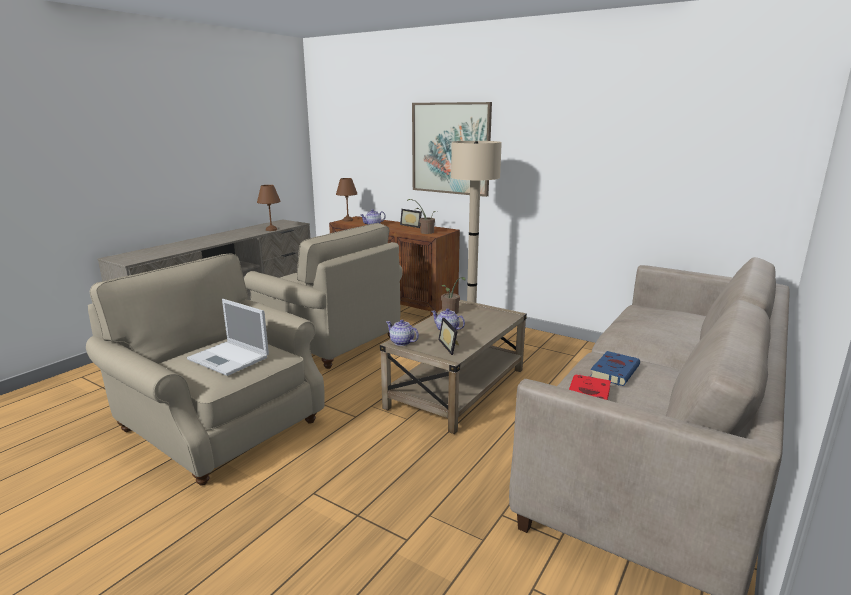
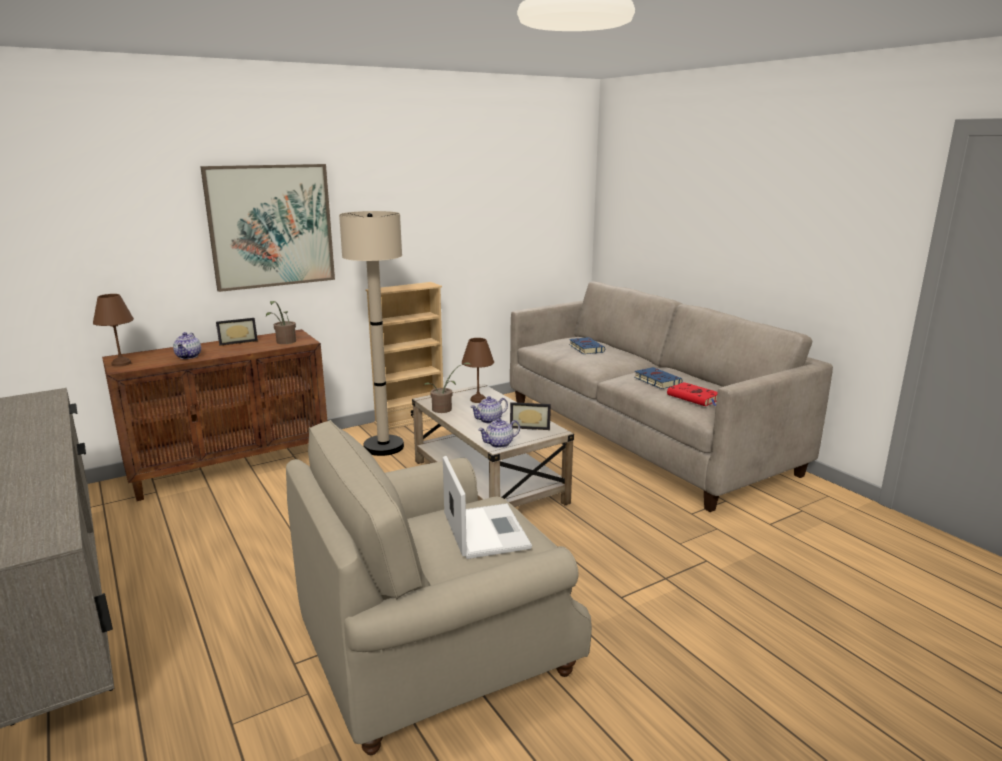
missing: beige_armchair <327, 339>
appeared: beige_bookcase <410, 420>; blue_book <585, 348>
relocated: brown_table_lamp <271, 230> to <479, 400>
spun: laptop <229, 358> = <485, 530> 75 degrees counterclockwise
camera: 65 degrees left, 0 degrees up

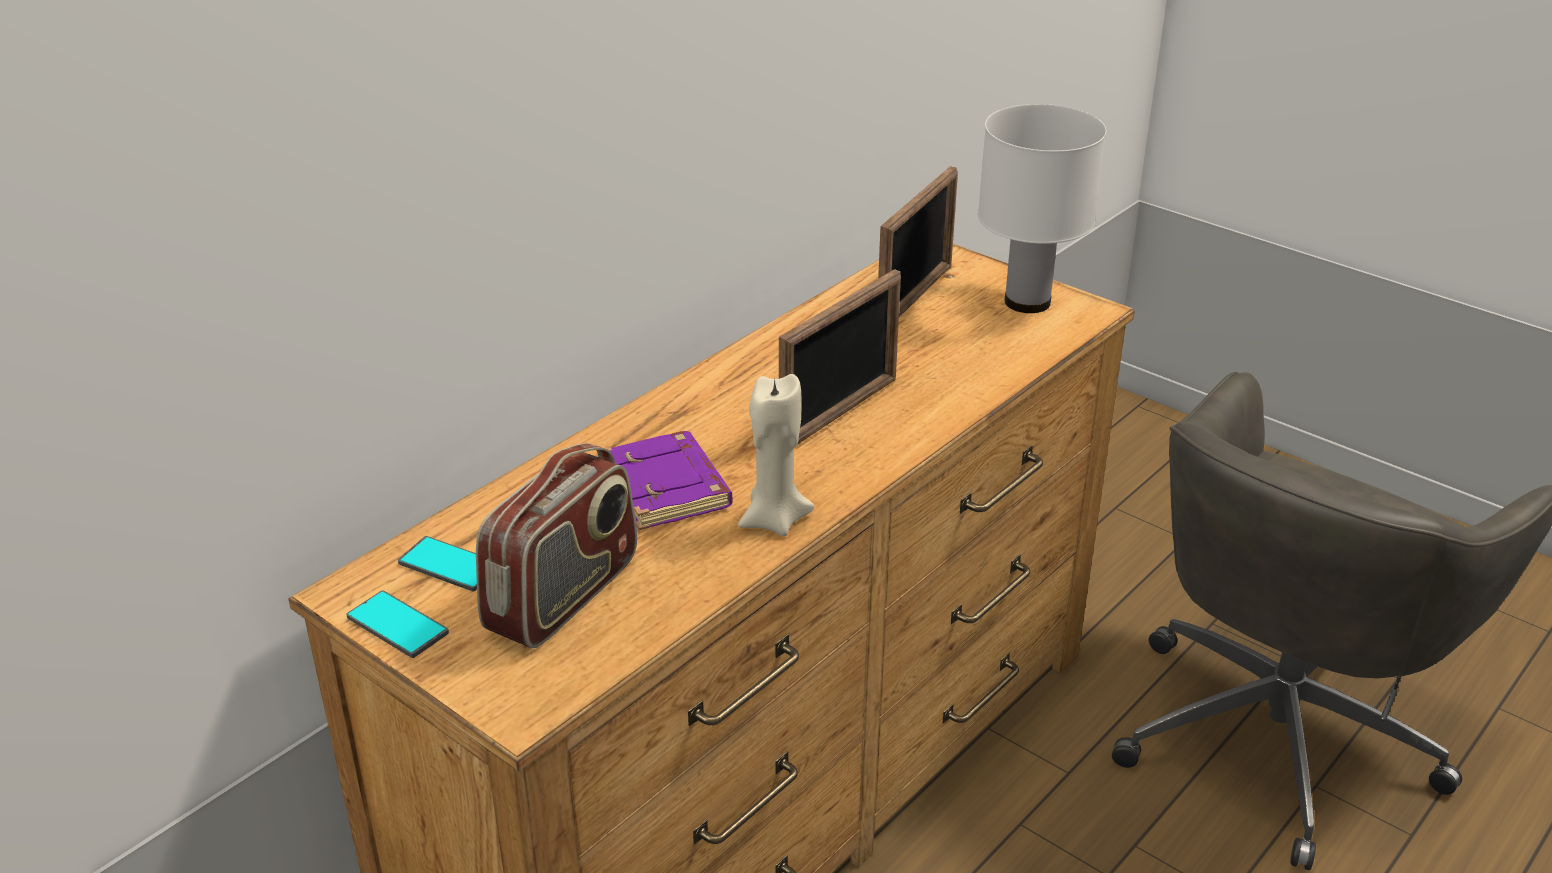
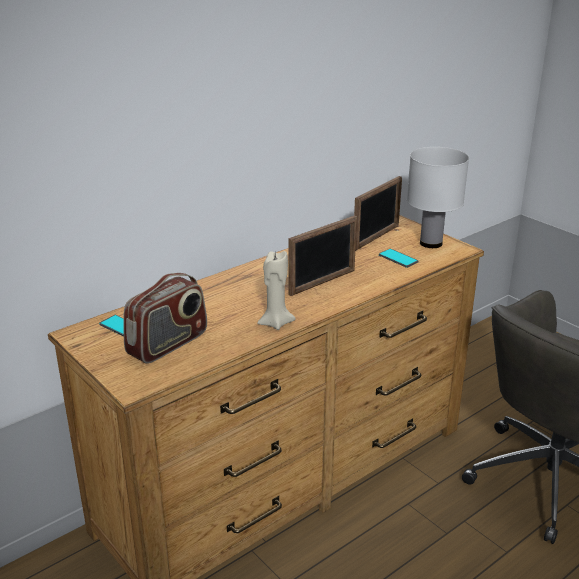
missing: purple_book <668, 489>
relocated: phone <398, 625> to <398, 258>
camera: 10 degrees right, 5 degrees down

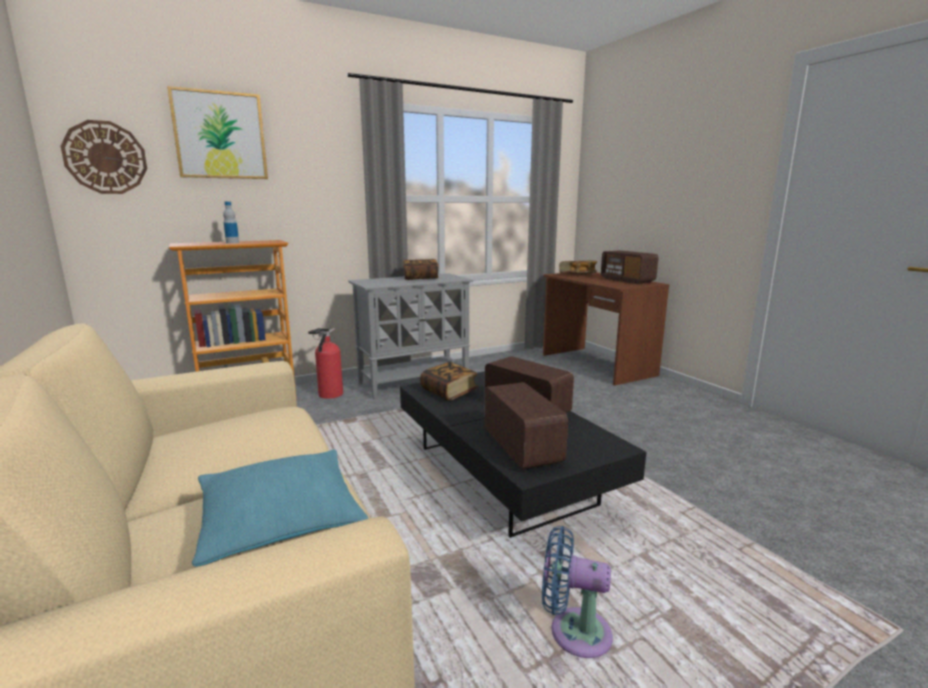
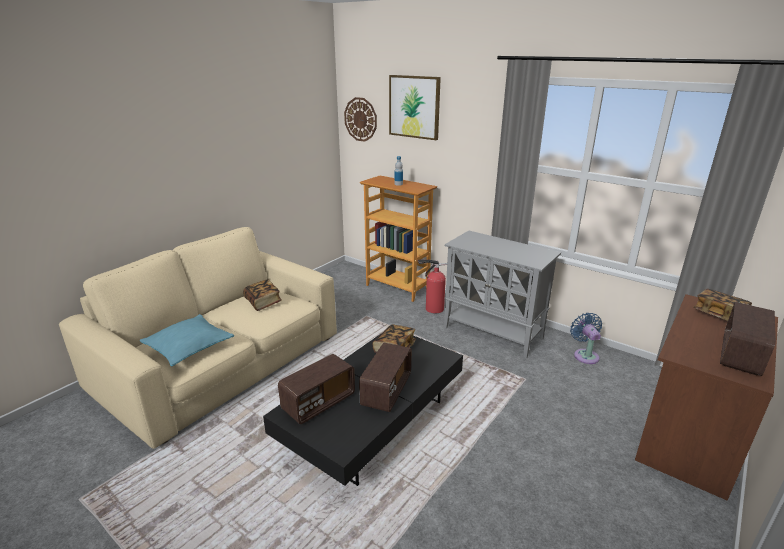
relocated: book <420, 278> to <263, 302>; blue_fan <573, 631> to <585, 355>
camera: 65 degrees right, 10 degrees up

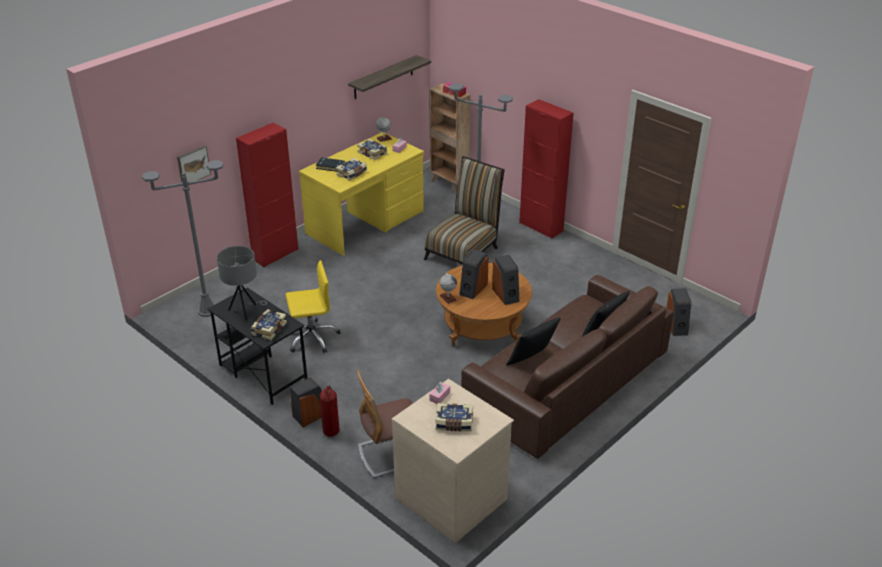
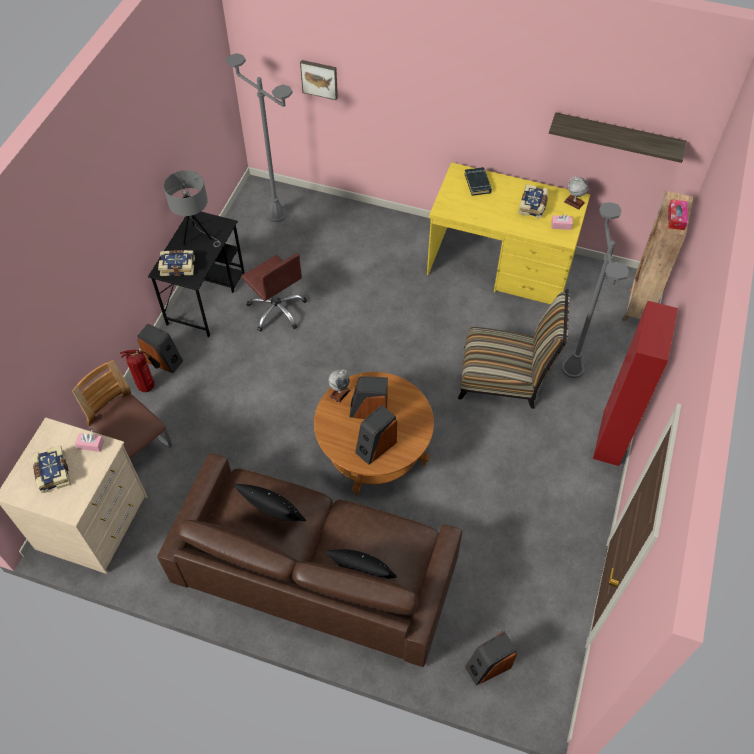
missing: red_cabinet <275, 254>; book <352, 174>
colour: yellow_office_chair <312, 337> to brown_office_chair <277, 310>
camera: 65 degrees right, 20 degrees up

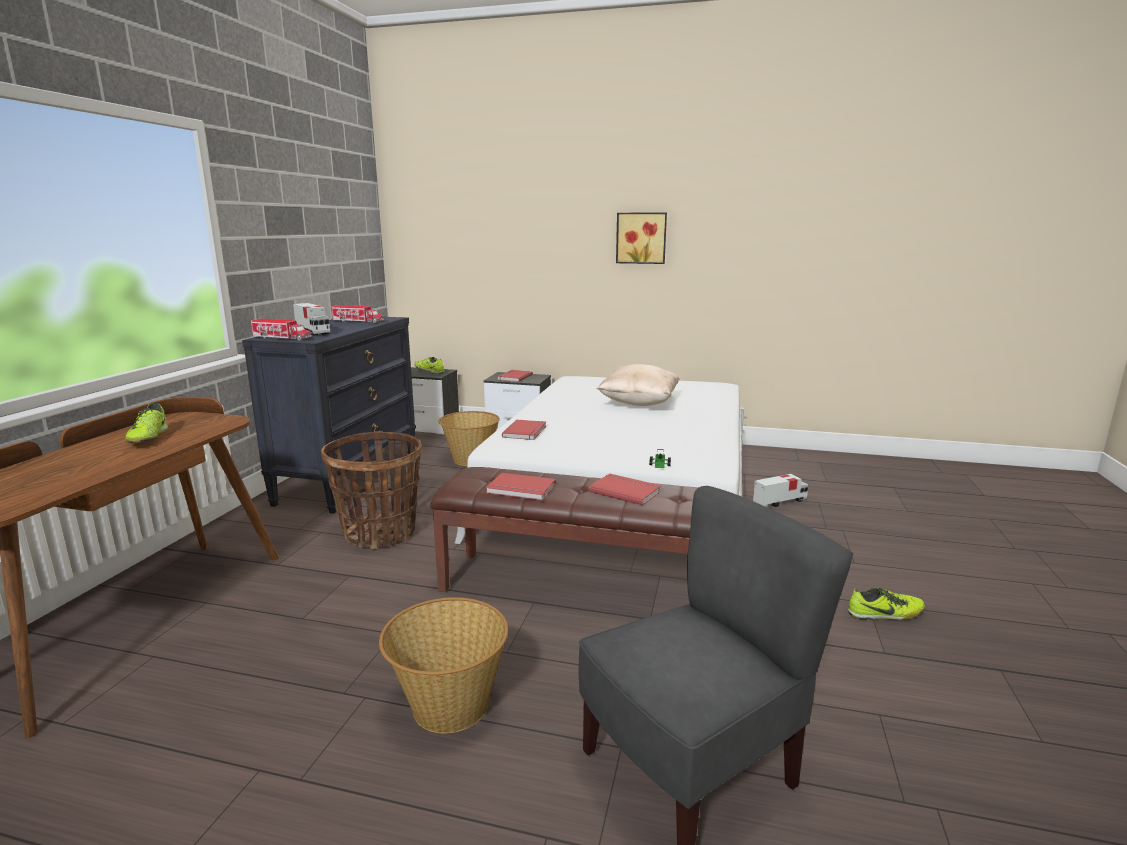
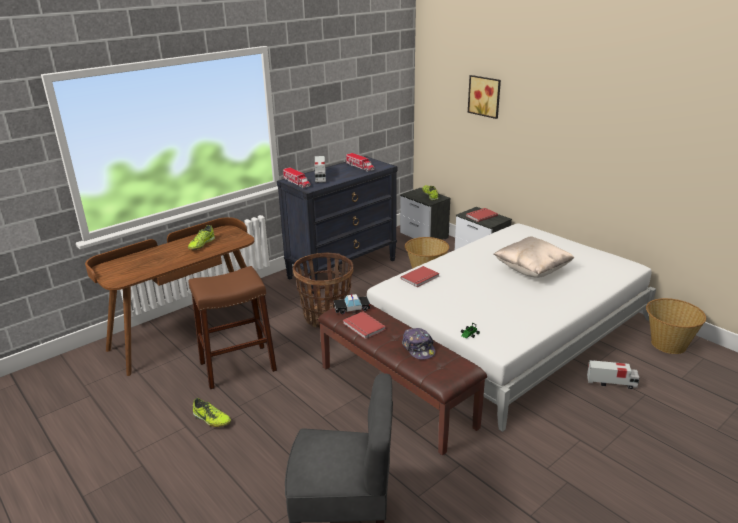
appeared: brown_stool <237, 366>; toy_car <351, 308>
relocated: basket <449, 706> to <667, 344>; picture <641, 238> to <485, 96>; shoe <885, 614> to <211, 419>
exchanged: red_book <625, 491> to cap <418, 348>
camera: 35 degrees right, 10 degrees up

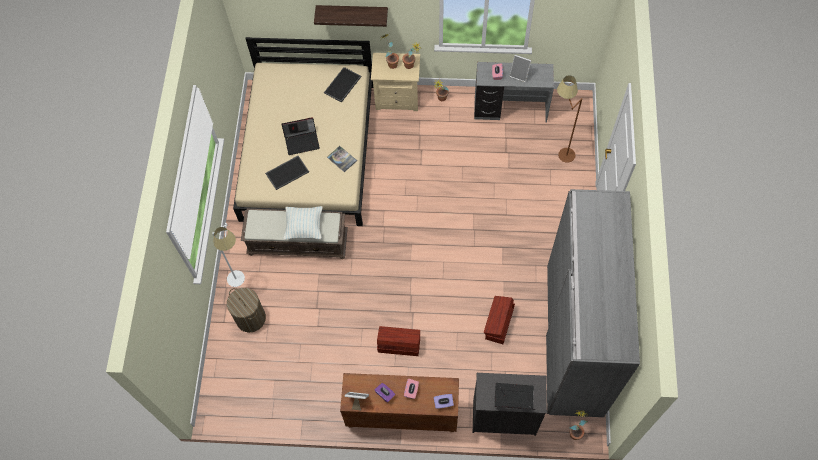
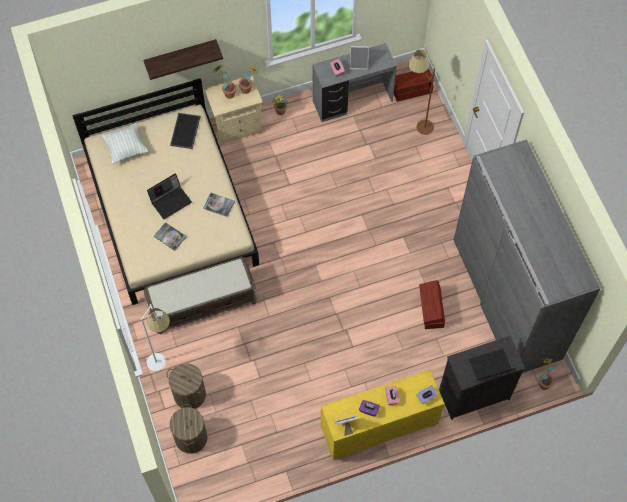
appeared: laundry_basket <191, 438>
relocated: pillow <304, 227> to <126, 148>; brown_storage_box <398, 344> to <411, 90>
exchanged: tray <287, 172> to book <170, 236>
colour: brown_cabinet <401, 414> to yellow_cabinet <378, 429>
camera: 25 degrees left, 0 degrees up

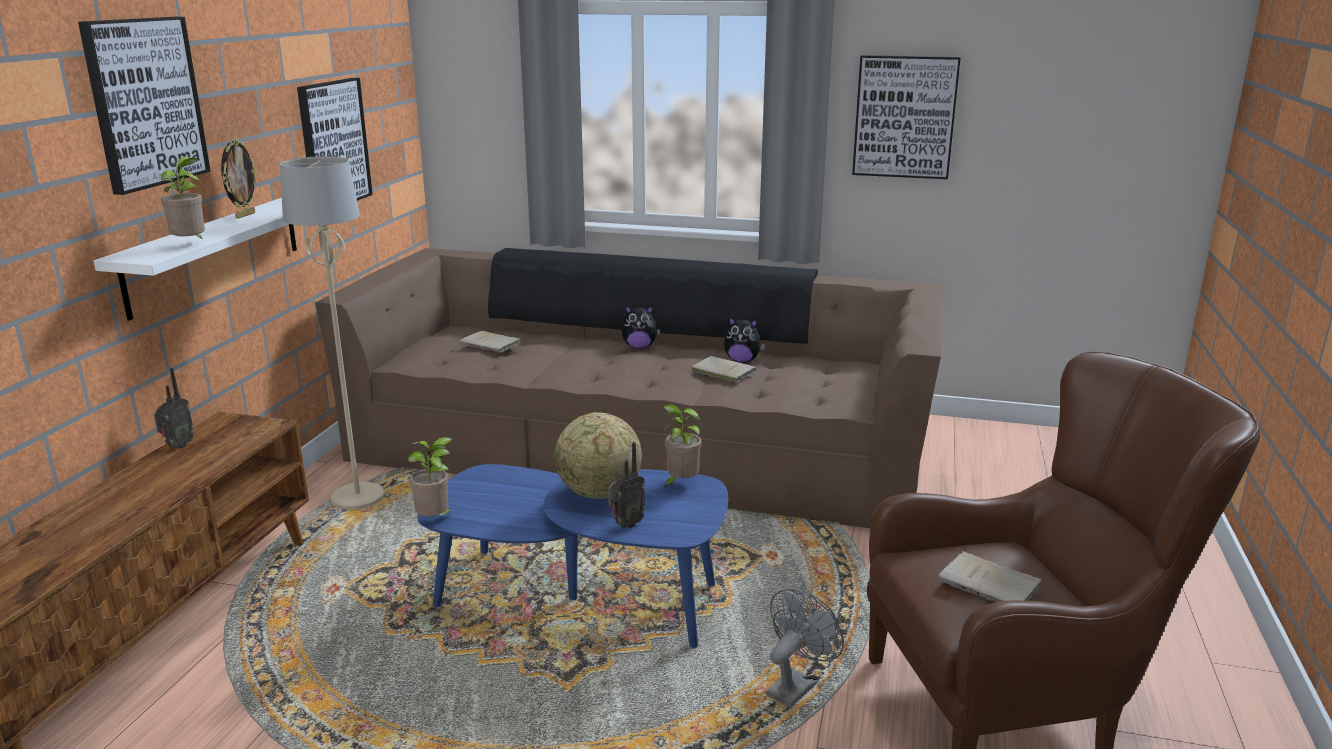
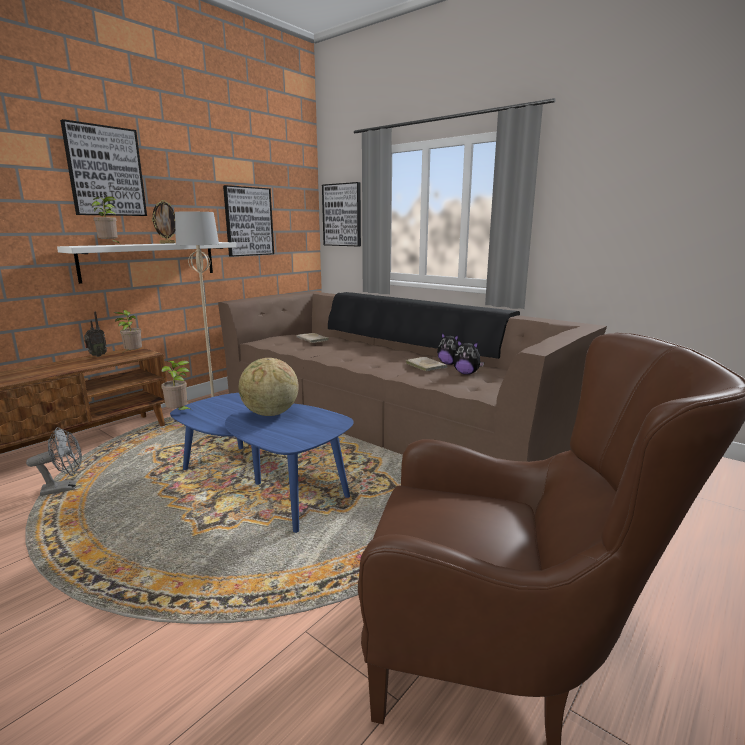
missing: radio <625, 525>; beige_book <992, 585>
relocated: plush_toy <639, 347> to <466, 373>; potted_plant <680, 483> to <132, 354>; grey_fan <796, 685> to <65, 488>; picture <904, 117> to <342, 215>
camera: 25 degrees right, 5 degrees down

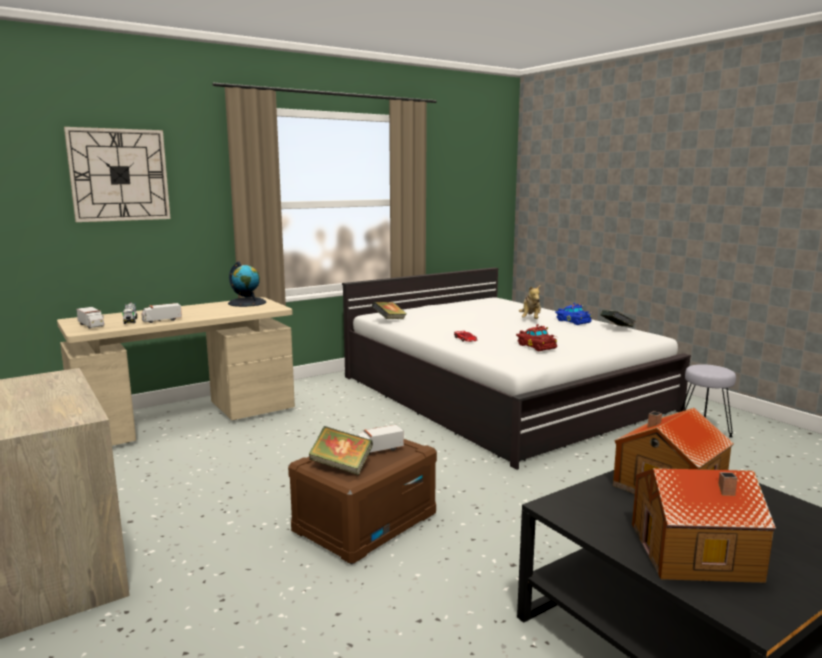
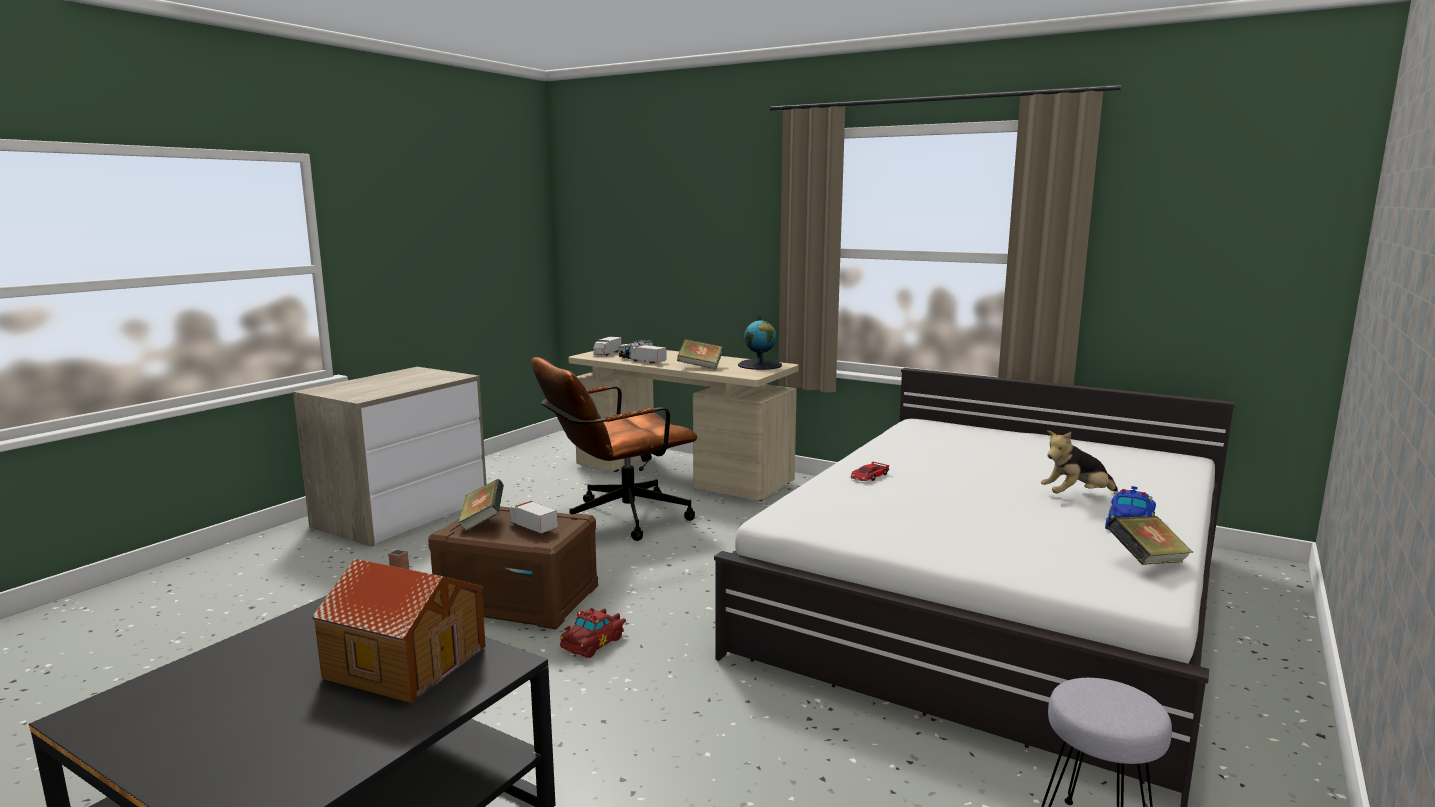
missing: wall_clock <119, 175>; toy_house <696, 553>
appeared: brown_office_chair <617, 519>
relocated: book <389, 320> to <700, 367>; red_toy_car <536, 346> to <594, 642>
camera: 65 degrees right, 0 degrees up

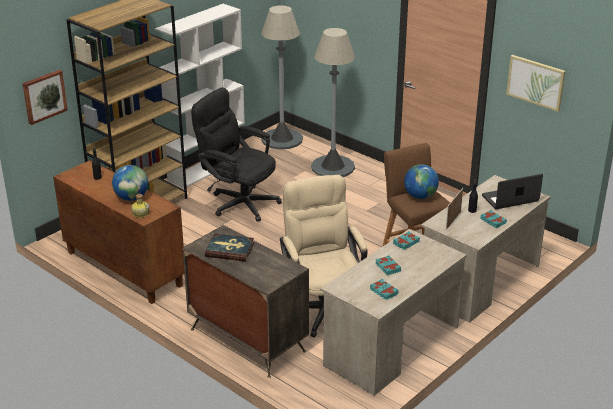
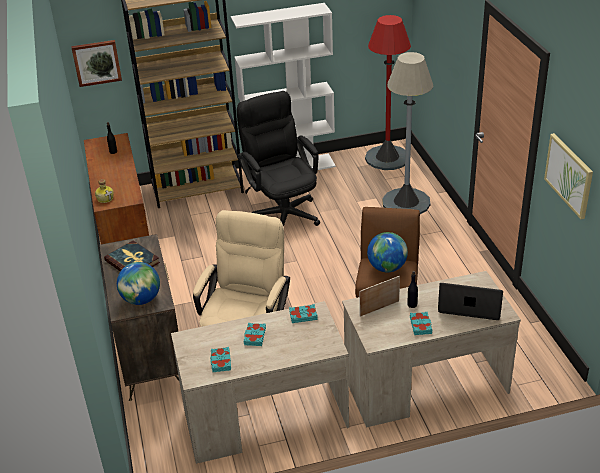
relocated: globe <132, 198> to <141, 299>
colour: grey_floor_lamp <282, 139> to red_floor_lamp <387, 158>
camera: 35 degrees right, 5 degrees up

